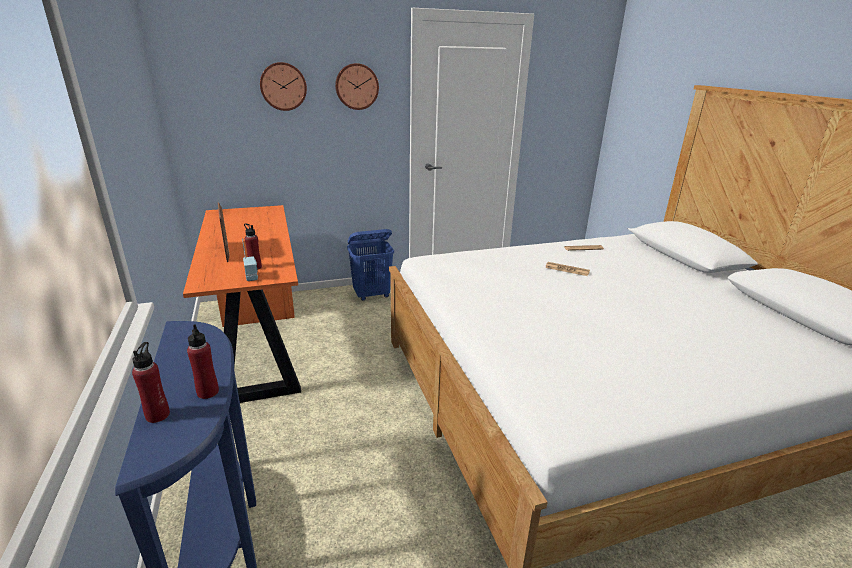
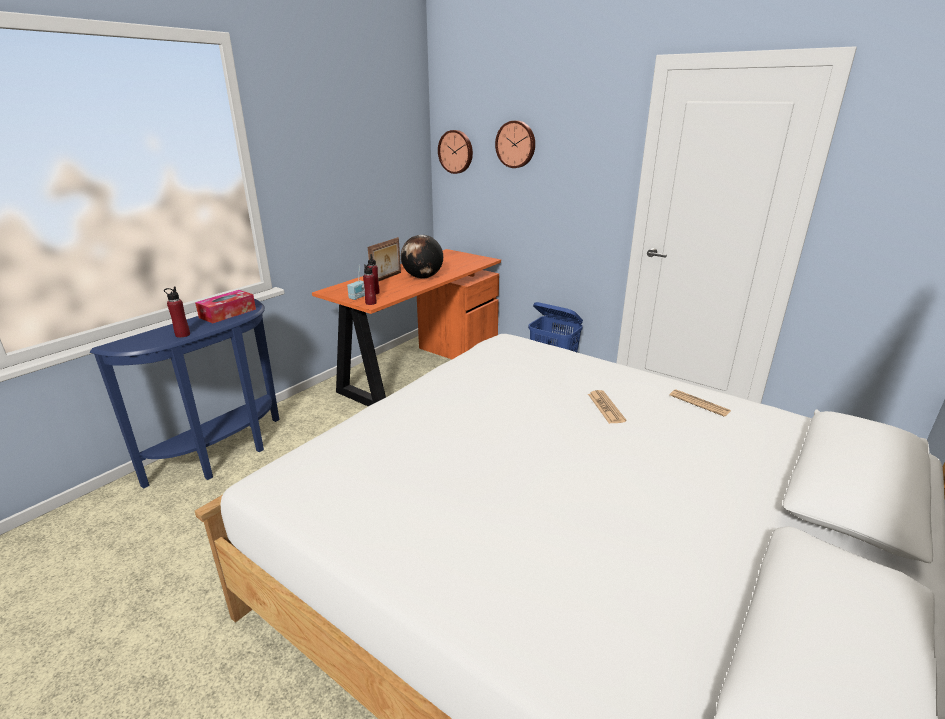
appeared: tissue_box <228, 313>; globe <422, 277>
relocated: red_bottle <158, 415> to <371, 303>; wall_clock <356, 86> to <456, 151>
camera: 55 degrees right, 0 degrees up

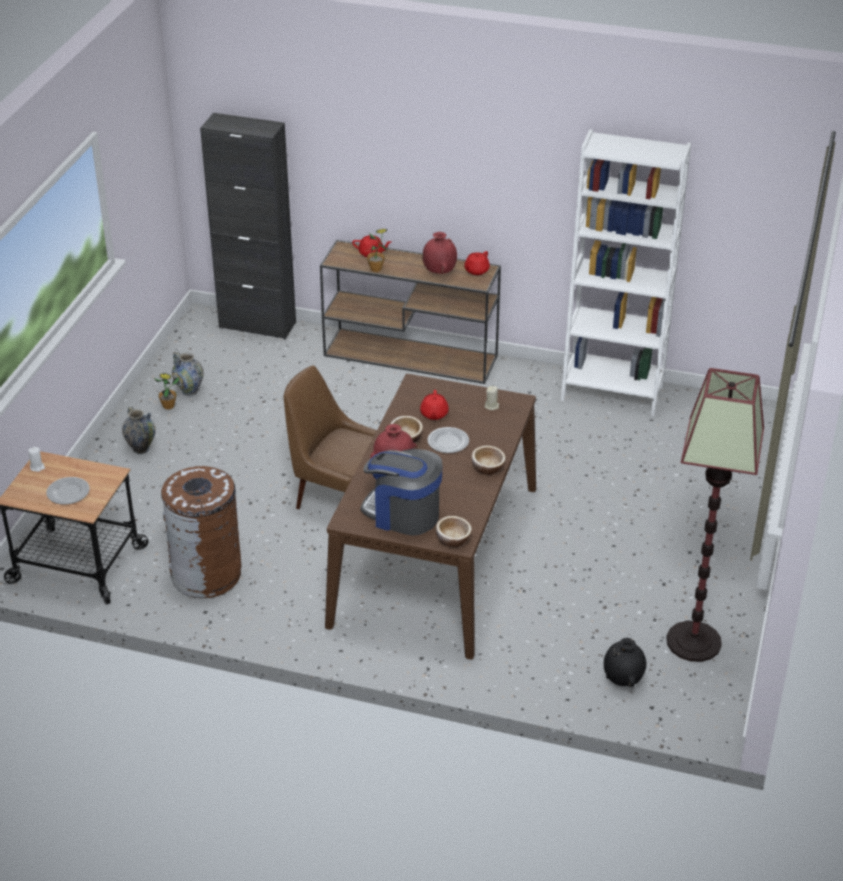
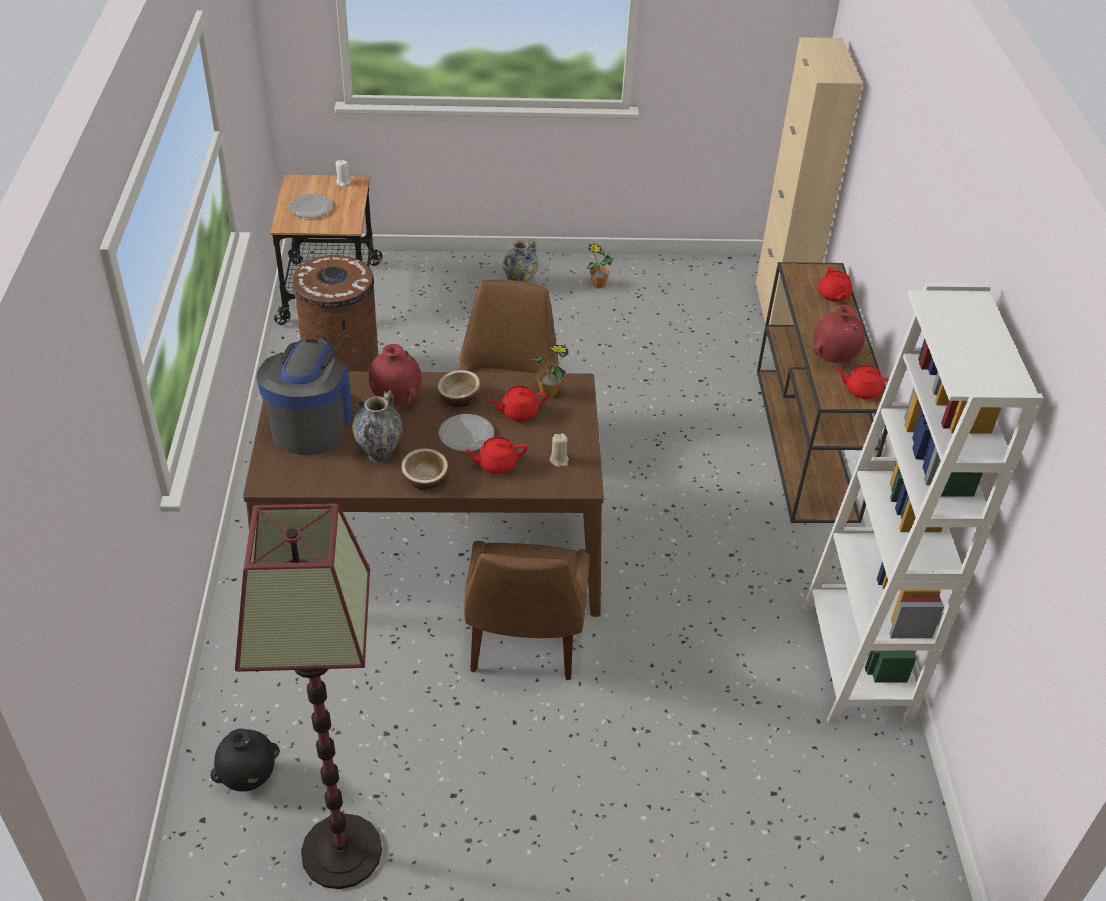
missing: bowl <453, 539>
appeared: red_teapot <496, 464>; brown_chair <524, 645>
relocated: vase <190, 391> to <379, 454>; potted_plant <376, 269> to <548, 393>
colour: black_cabinet <257, 325> to beige_cabinet <780, 309>
camera: 70 degrees right, 5 degrees up

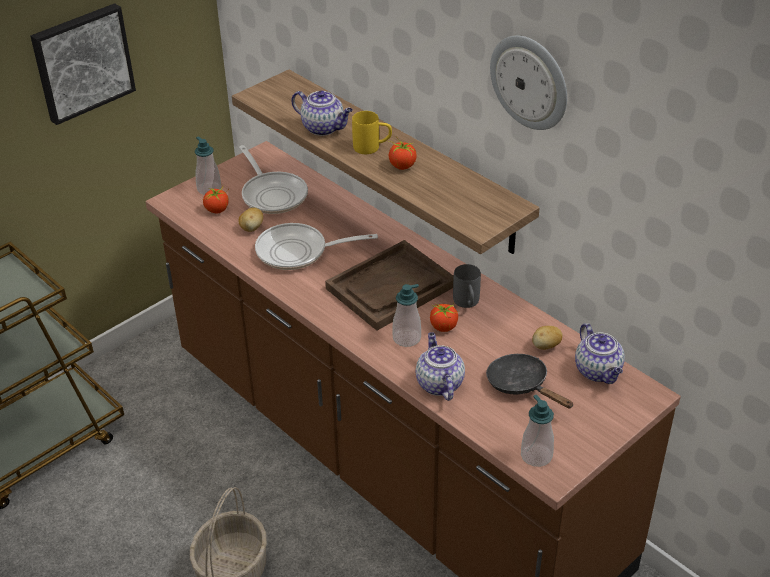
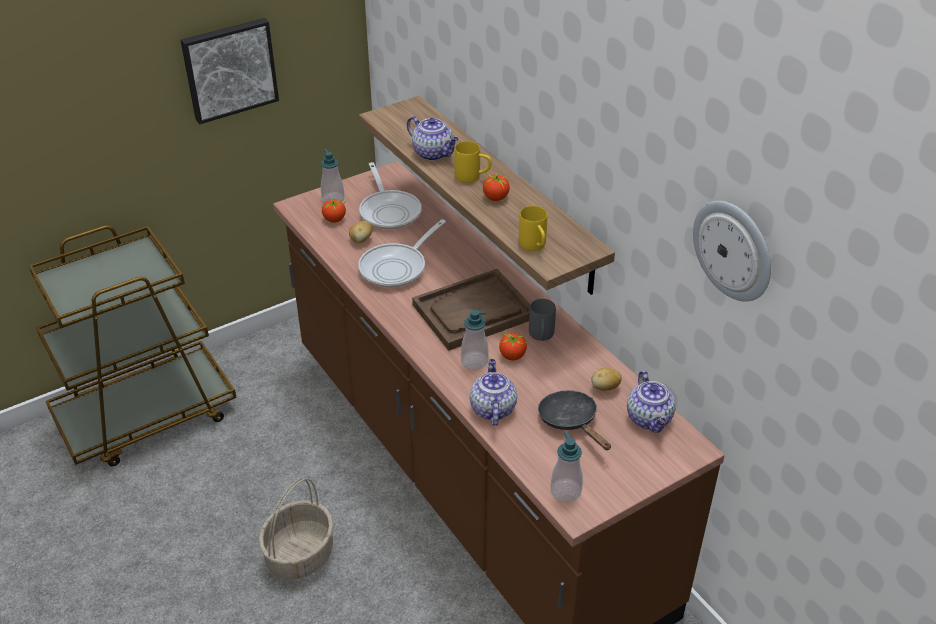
appeared: yellow_mug <534, 247>
relocated: wall_clock <530, 82> to <733, 250>
spun: frying_pan <298, 252> = <397, 267> 60 degrees counterclockwise
camera: 10 degrees right, 0 degrees up

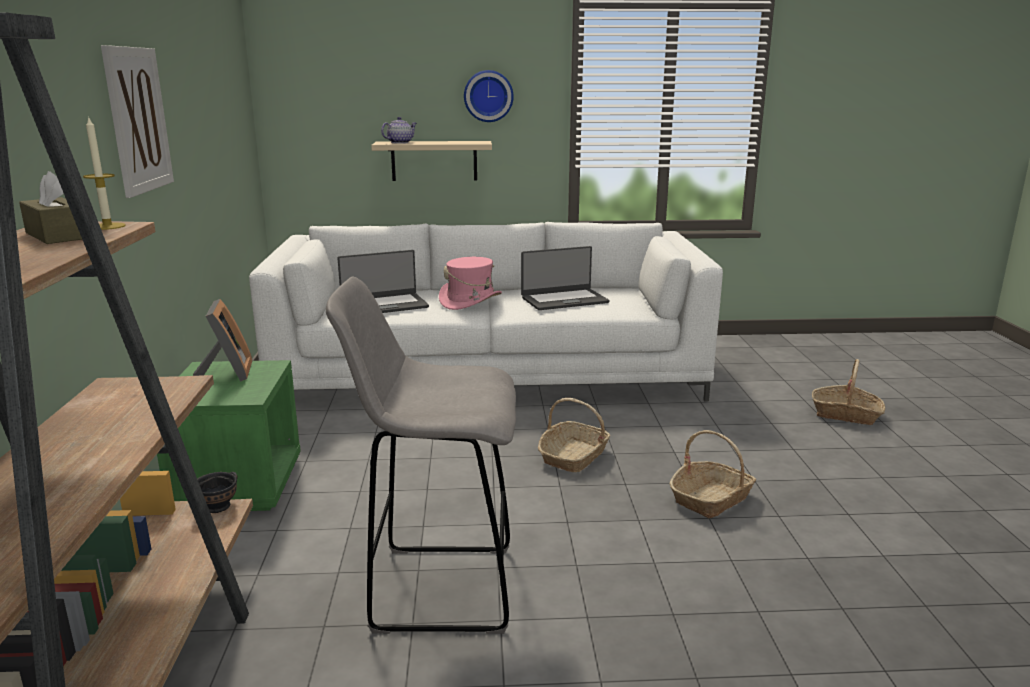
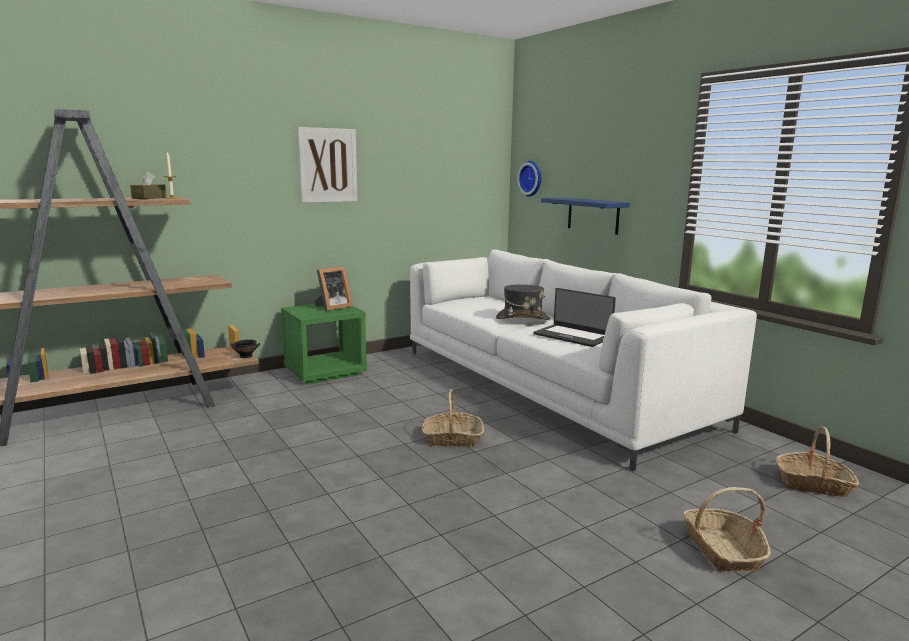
missing: grey_stool <437, 588>; laptop <384, 305>; teapot <400, 142>
relocated: wall_clock <488, 96> to <532, 178>; basket <711, 499> to <813, 484>
colour: beige_shelf <434, 161> to blue_shelf <593, 215>; pink_hat <470, 301> to grey_hat <522, 318>
camera: 60 degrees right, 5 degrees down

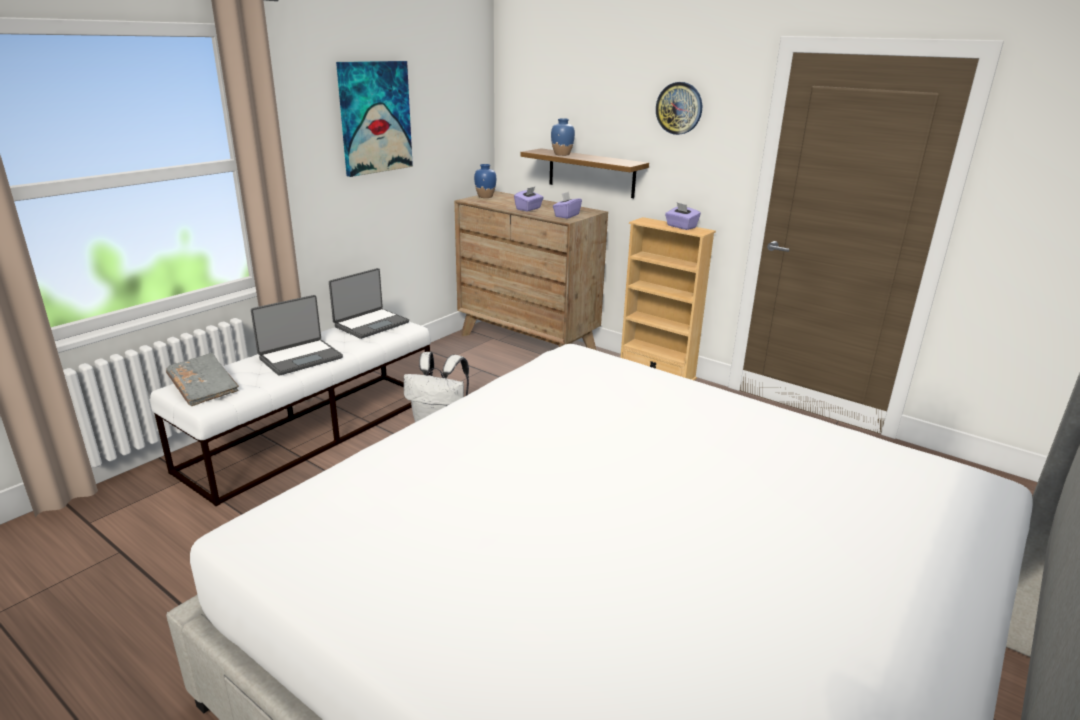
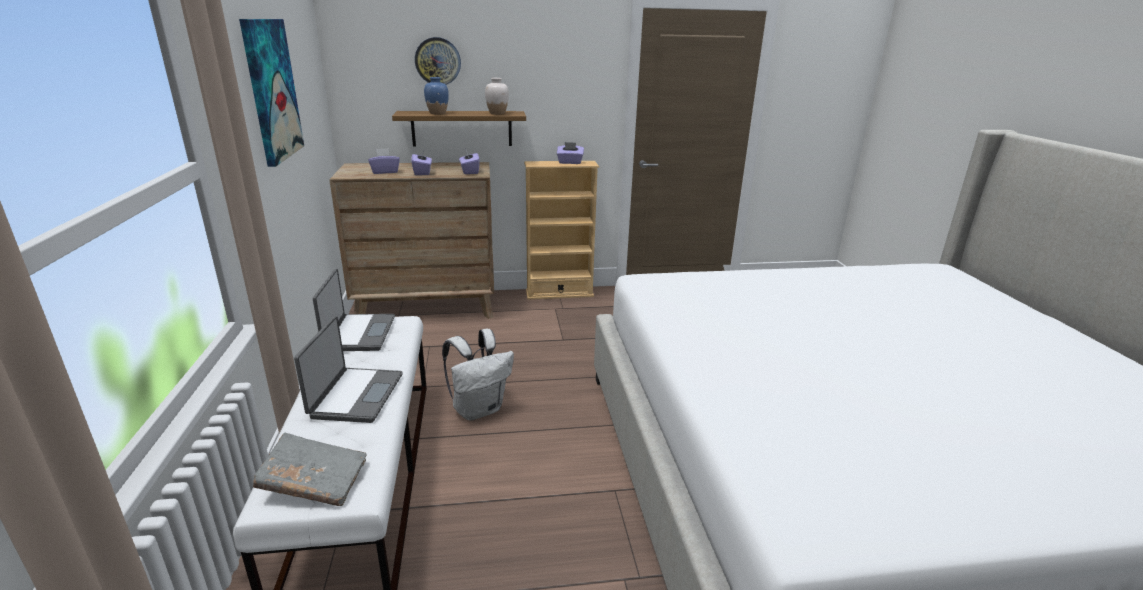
missing: blue_vase <485, 196>
appeared: purple_tissue_box <385, 172>; white_vase <497, 113>
relocated: wall_clock <679, 108> to <438, 61>
camera: 45 degrees left, 0 degrees up

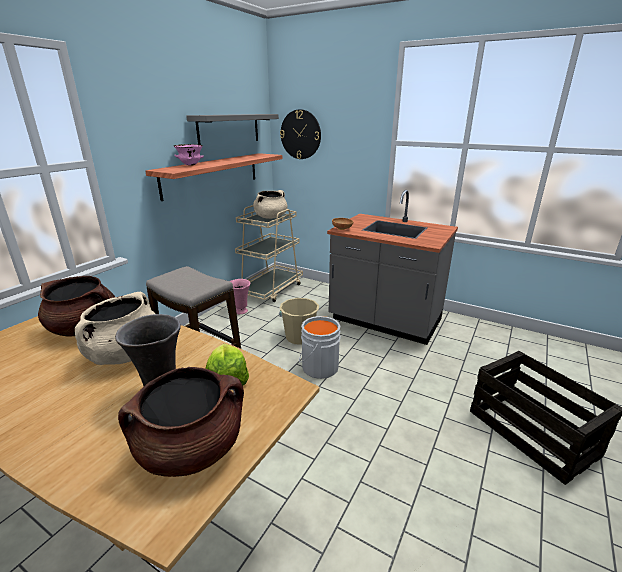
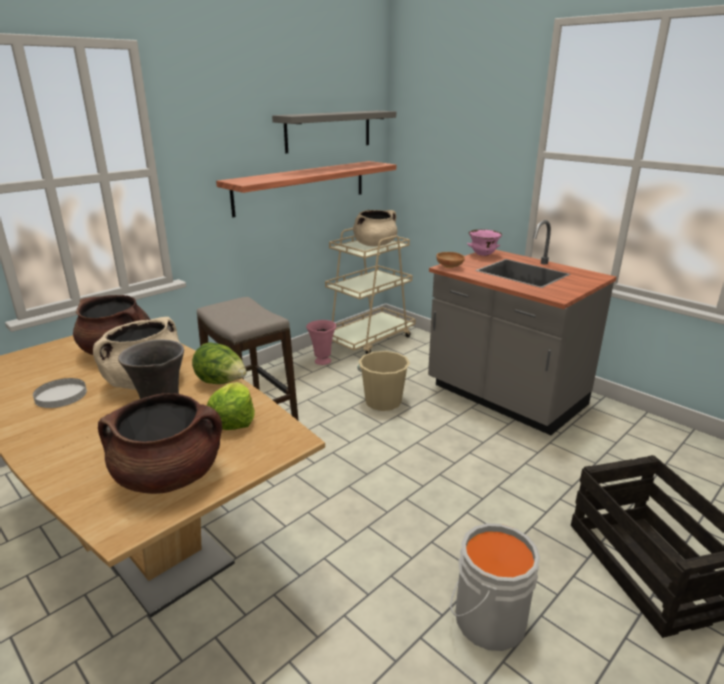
missing: wall_clock <300, 134>
appeared: white_plate <61, 395>; lettuce <221, 382>
relocated: pink_bowl <190, 165> to <482, 255>; grey_bucket <318, 367> to <486, 618>
camera: 15 degrees right, 0 degrees up

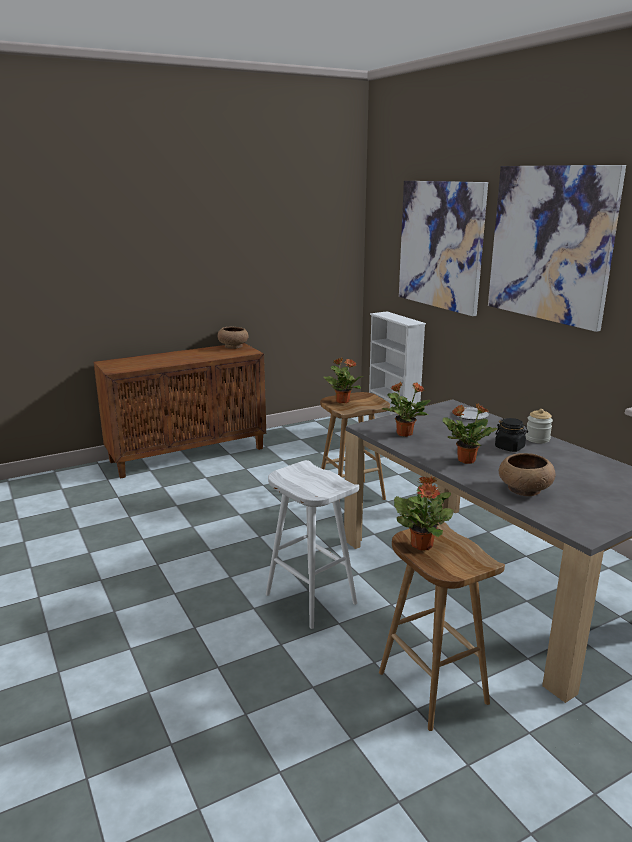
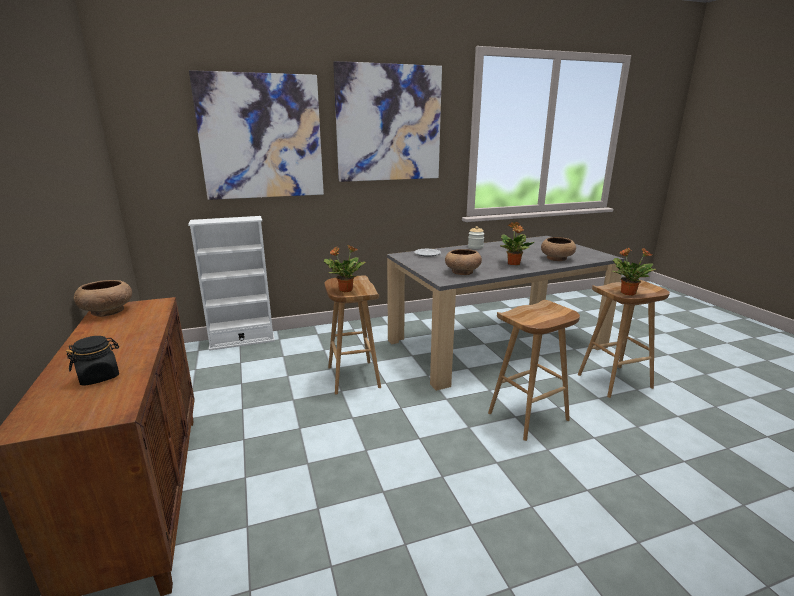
relocated: black_jar <509, 447> to <99, 377>
exchanged: potted_plant <404, 433> to brown_bowl <462, 272>
colour: white_stool <309, 598> to brown_stool <528, 417>
camera: 80 degrees left, 0 degrees up

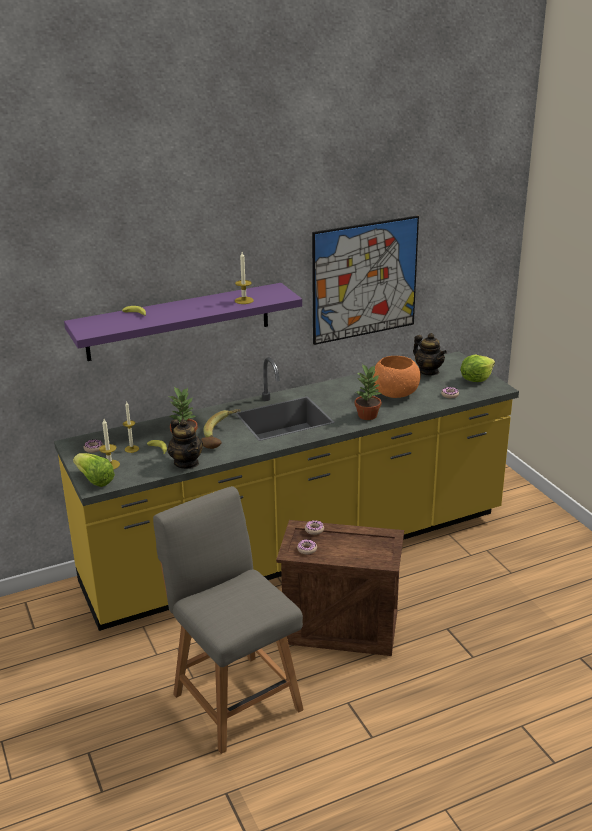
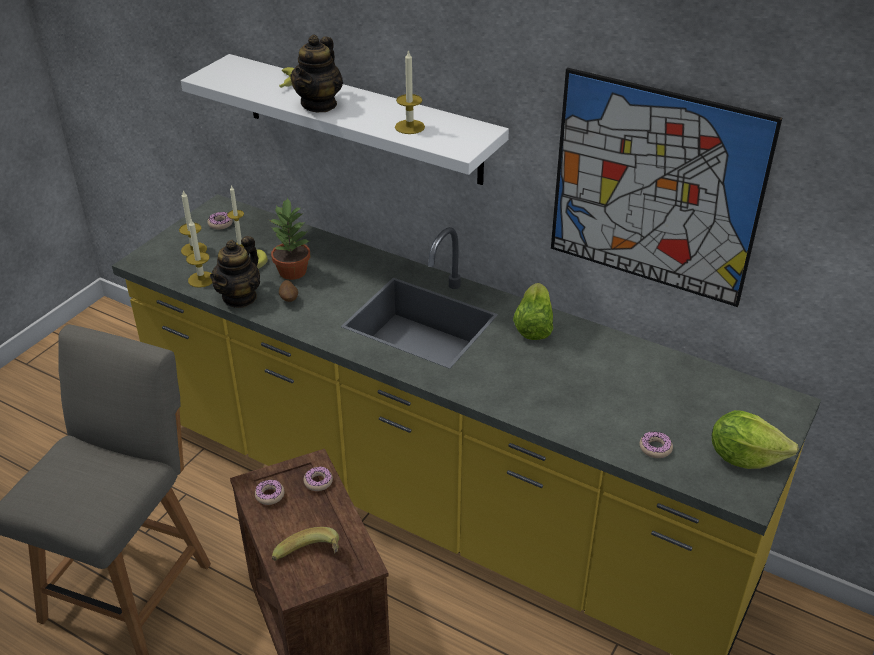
missing: potted_plant <367, 415>; orange_bowl <394, 393>
appeared: candle <201, 279>
relocated: lettuce <94, 480> to <533, 325>; banana <222, 431> to <310, 560>; teapot <428, 371> to <319, 104>
colour: purple_shelf <178, 321> to white_shelf <361, 119>
camera: 55 degrees right, 10 degrees up

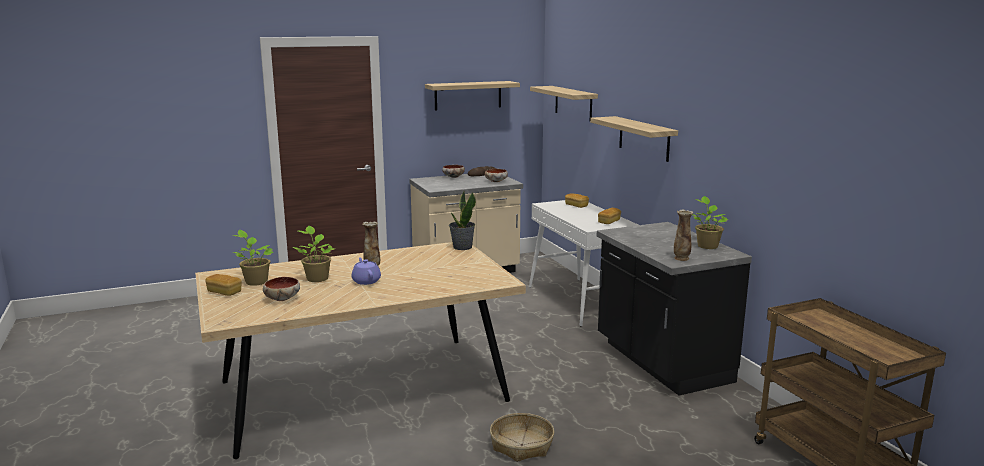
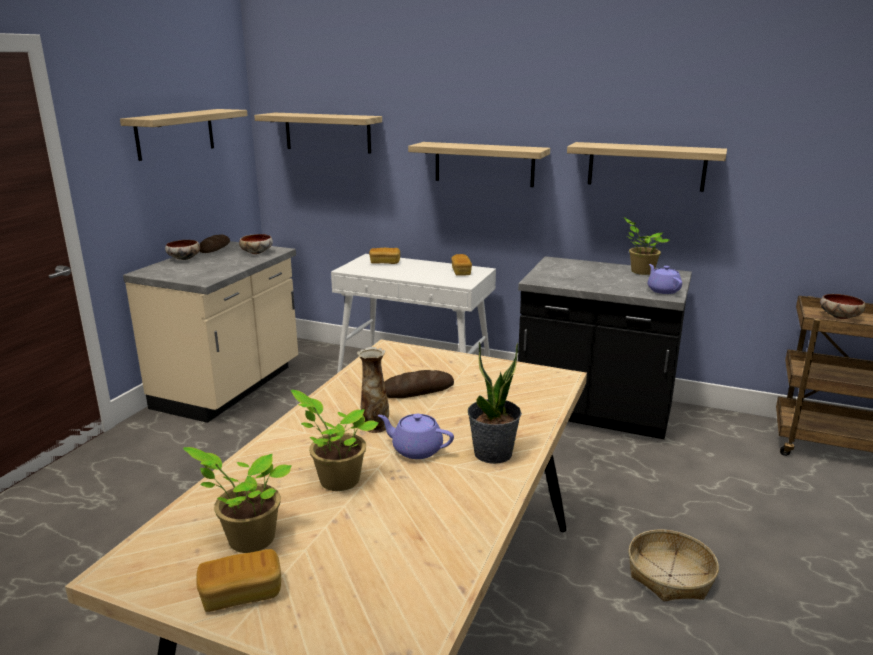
appeared: bread <416, 390>; shelf <646, 166>
relocated: bowl <282, 298> to <838, 316>; potted_plant <462, 247> to <493, 453>
exchanged: vase <681, 258> to purple_teapot <663, 290>
camera: 45 degrees left, 5 degrees up

